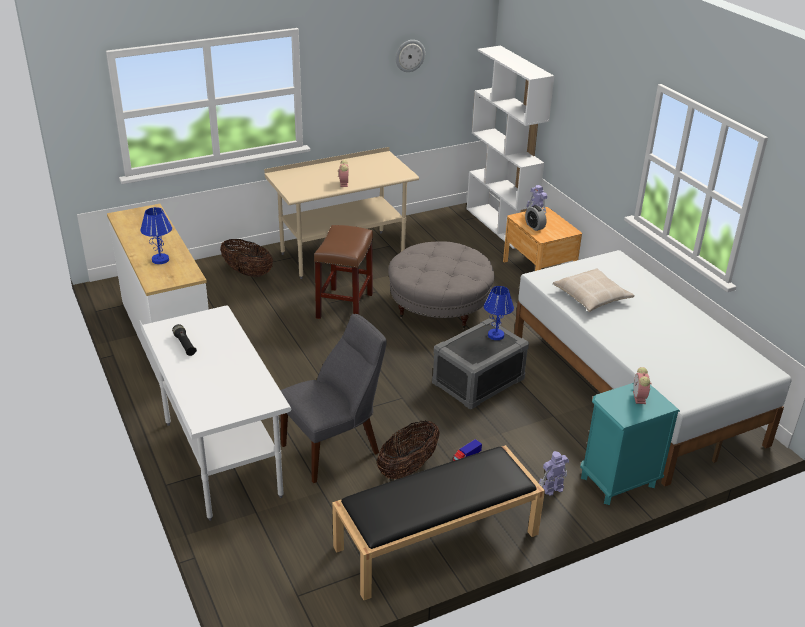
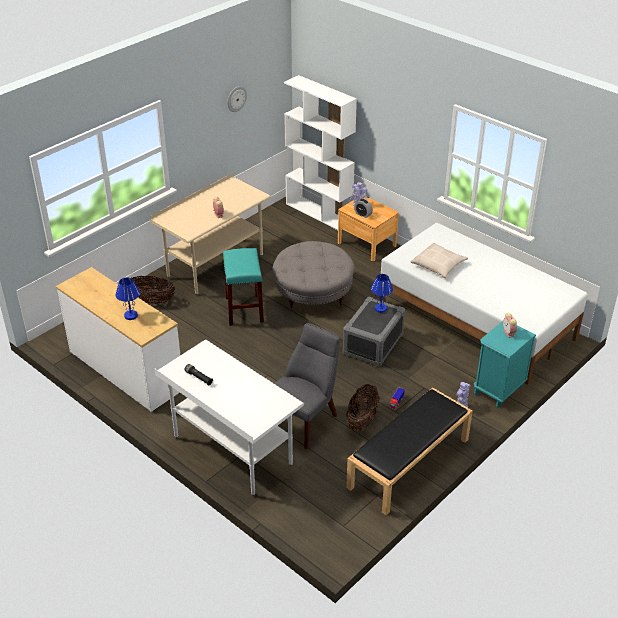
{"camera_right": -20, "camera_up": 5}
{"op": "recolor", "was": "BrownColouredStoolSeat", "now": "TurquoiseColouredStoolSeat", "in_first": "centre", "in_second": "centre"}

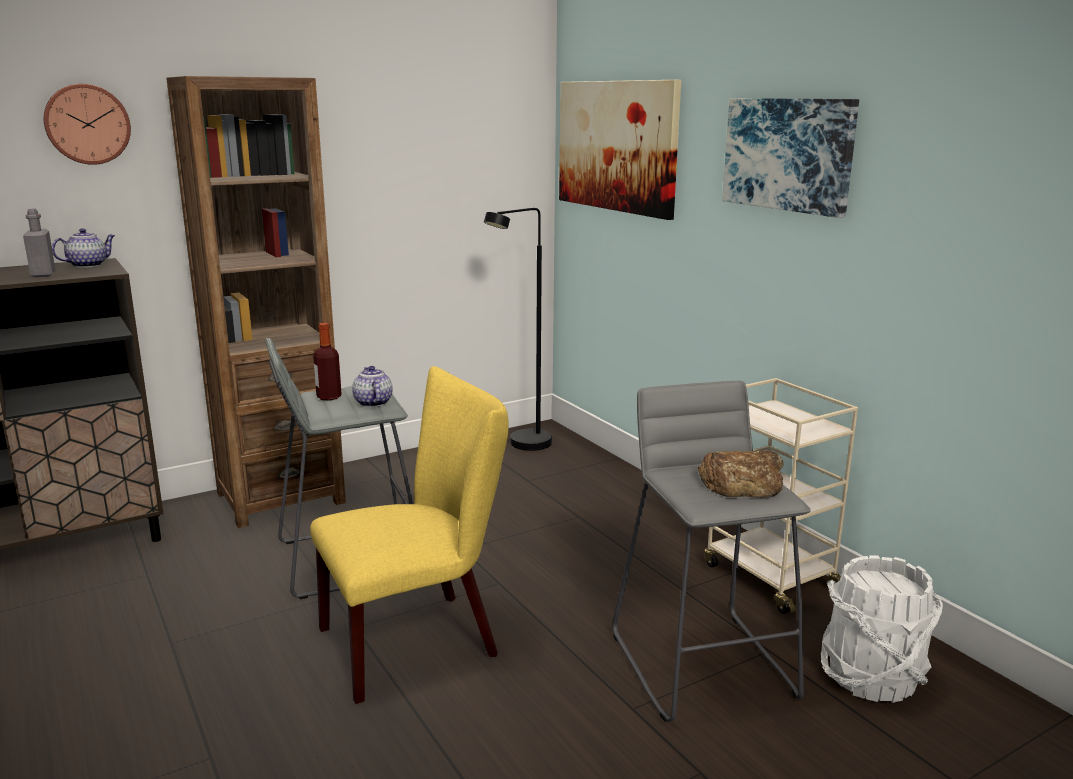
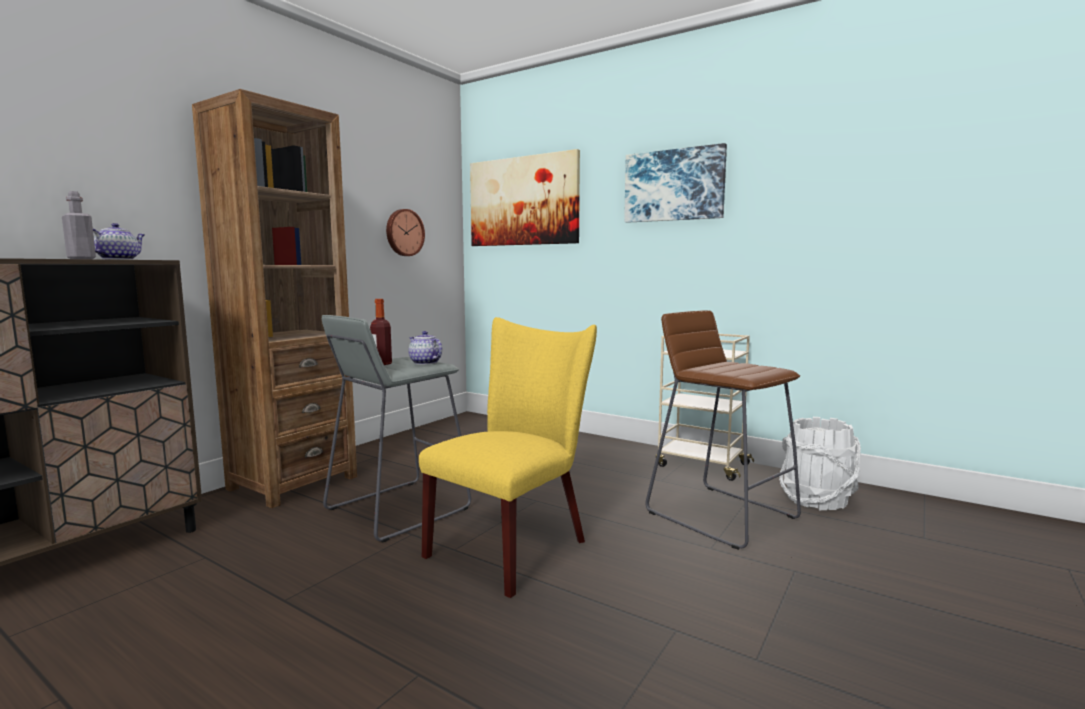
{"camera_right": -25, "camera_up": -10}
{"op": "move", "was": "HangingClock", "in_first": "top left", "in_second": "top centre"}
{"op": "delete", "was": "BlackishStandingLamp", "in_first": "centre"}
{"op": "recolor", "was": "GrayStoolSeat (2nd from left)", "now": "BrownColouredStoolSeat", "in_first": "bottom centre", "in_second": "centre"}
{"op": "delete", "was": "Bread", "in_first": "middle right"}

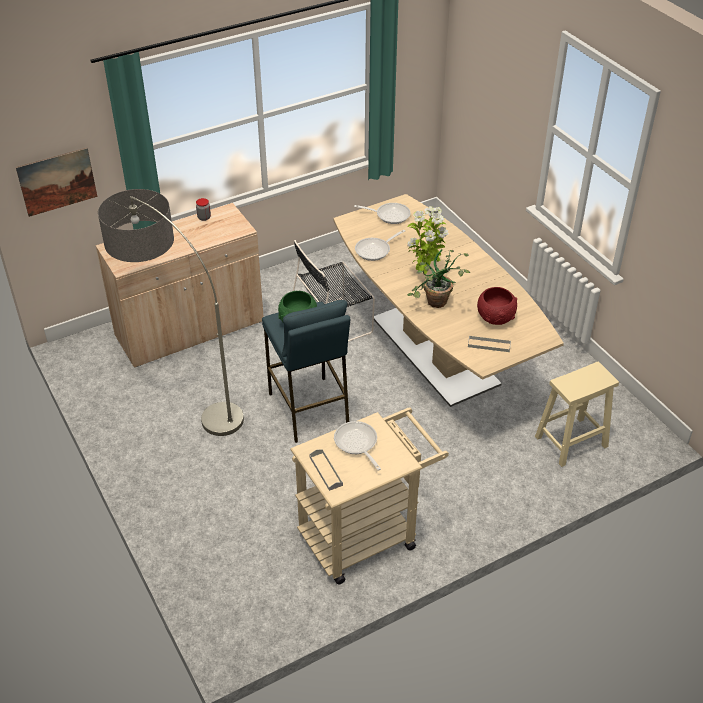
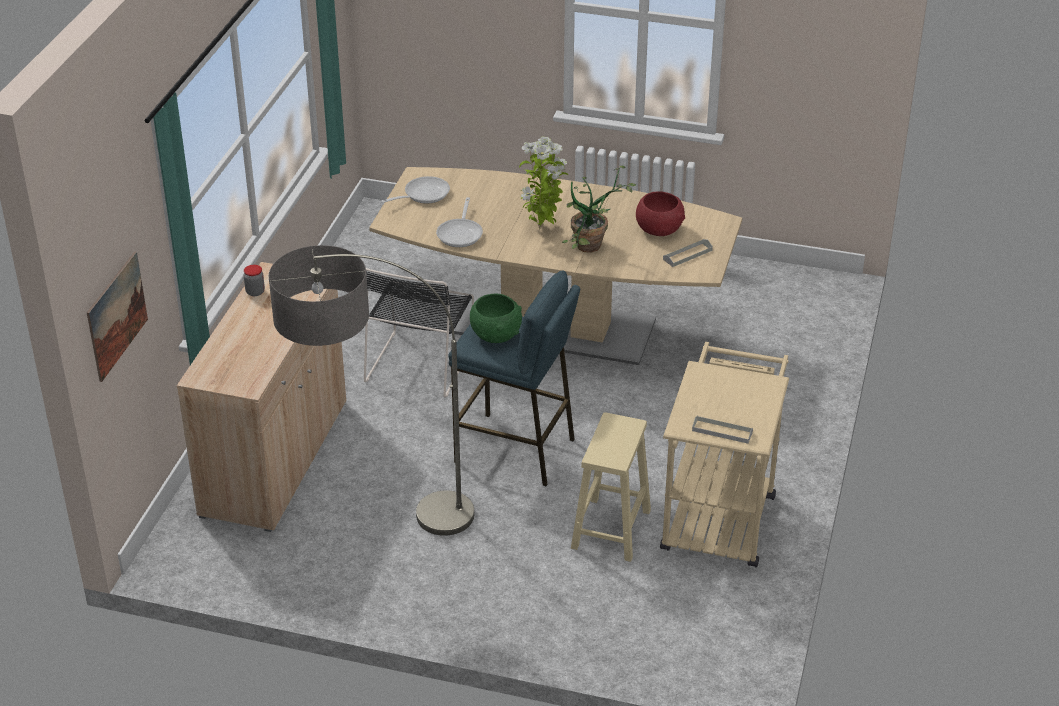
{"camera_right": -45, "camera_up": -5}
{"op": "delete", "was": "Pan (1st from left)", "in_first": "centre"}
{"op": "move", "was": "BeigeStoolSeat", "in_first": "middle right", "in_second": "bottom centre"}

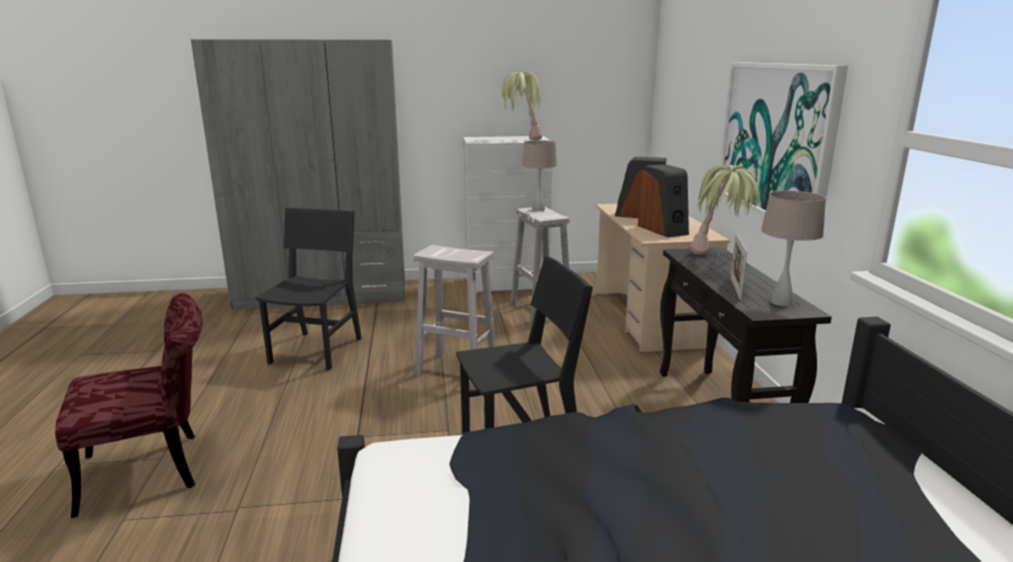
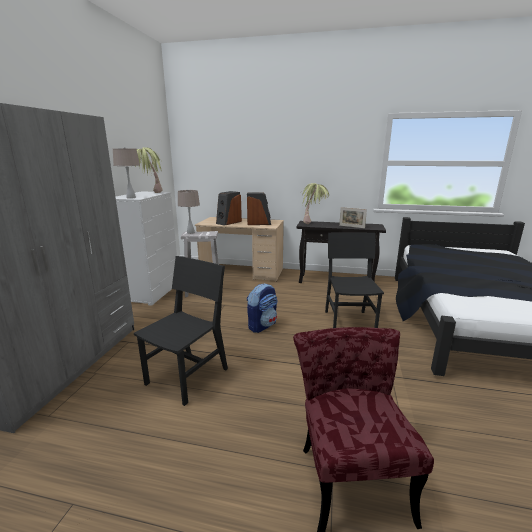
{"camera_right": -70, "camera_up": 0}
{"op": "rotate", "was": "BlackishChair (1st from left)", "in_first": "middle left", "in_second": "centre", "clockwise": 90}
{"op": "replace", "was": "WhiteStoolSeat (1st from left)", "now": "Knapsack", "in_first": "centre", "in_second": "centre"}
{"op": "delete", "was": "Picture", "in_first": "top right"}
{"op": "move", "was": "BeigeTableLamp (2nd from left in the first image)", "now": "BeigeTableLamp (1st from left)", "in_first": "middle right", "in_second": "top left"}

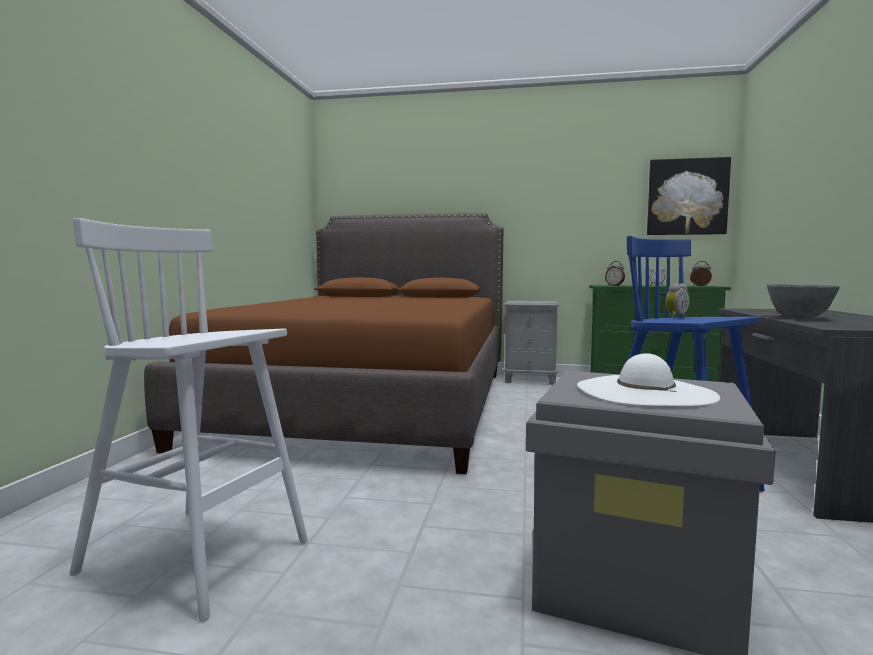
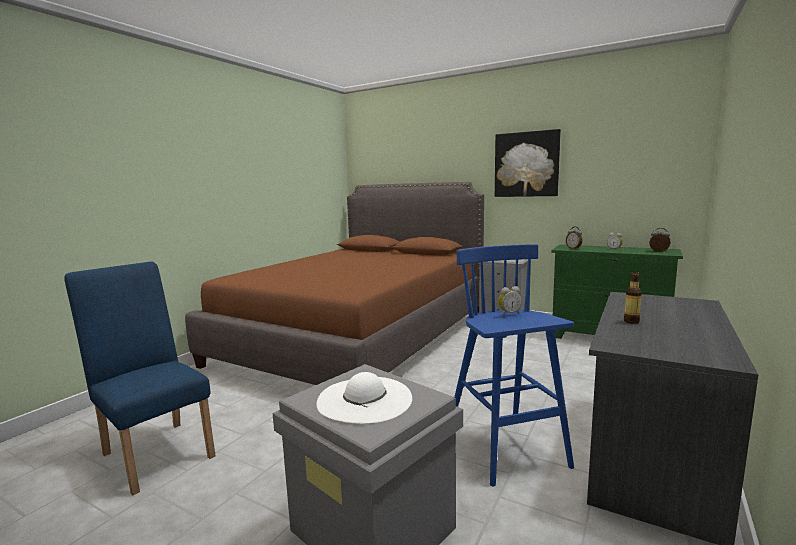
{"camera_right": 20, "camera_up": 5}
{"op": "replace", "was": "WhiteStoolSeat", "now": "BlueChair", "in_first": "middle left", "in_second": "bottom left"}
{"op": "move", "was": "Picture", "in_first": "top right", "in_second": "top centre"}
{"op": "replace", "was": "GrayDeepDish", "now": "Bottle", "in_first": "middle right", "in_second": "middle right"}

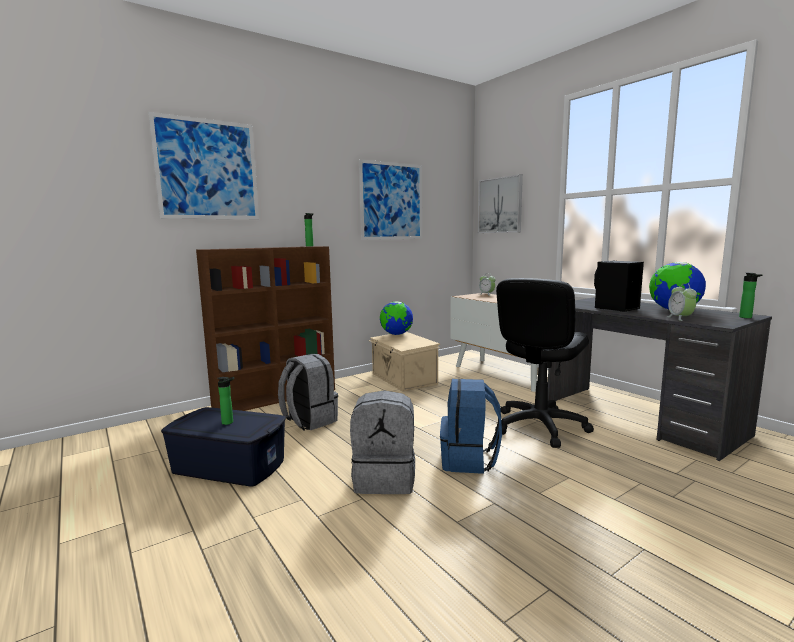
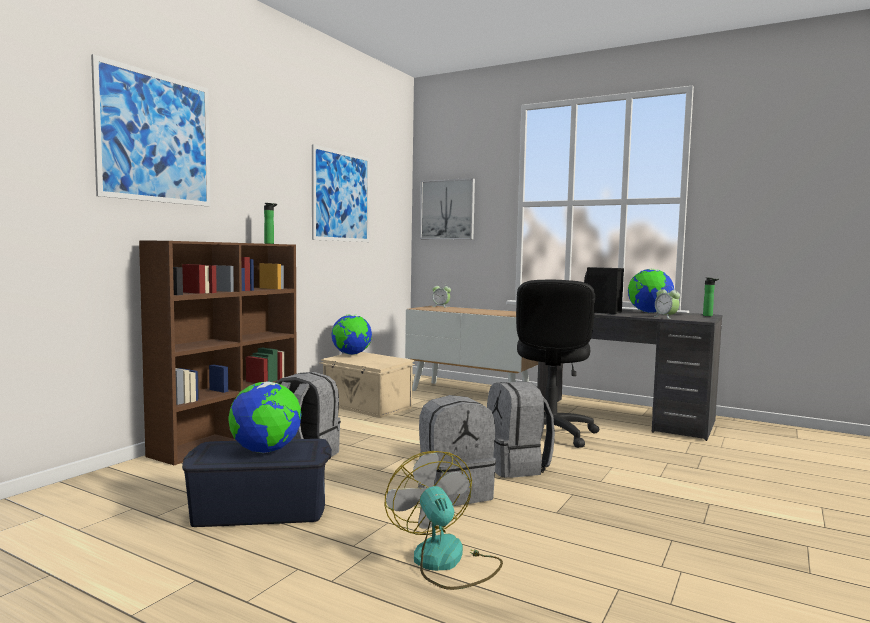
{"camera_right": -25, "camera_up": -5}
{"op": "replace", "was": "Bottle (1st from left)", "now": "Globe (1st from left)", "in_first": "middle left", "in_second": "bottom left"}
{"op": "recolor", "was": "BlueKnapsack", "now": "GrayKnapsack (3rd from left)", "in_first": "centre", "in_second": "bottom centre"}
{"op": "insert", "now": "Fan", "in_second": "bottom centre"}

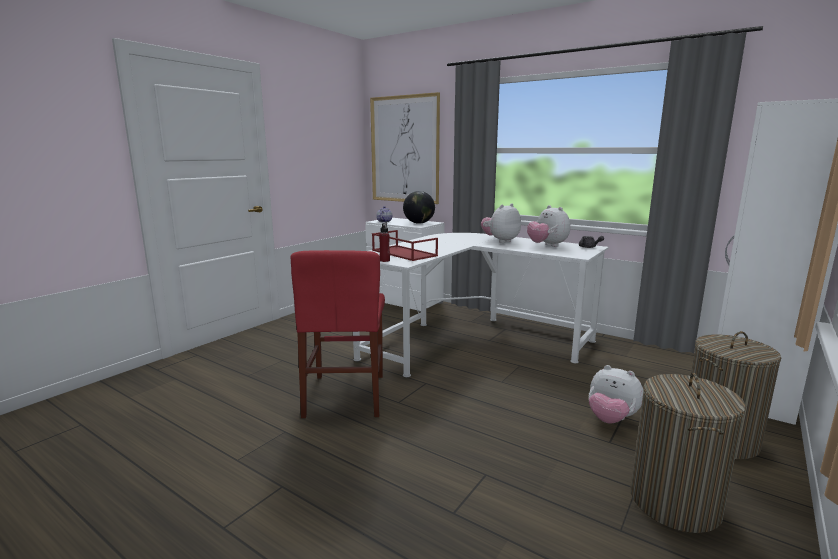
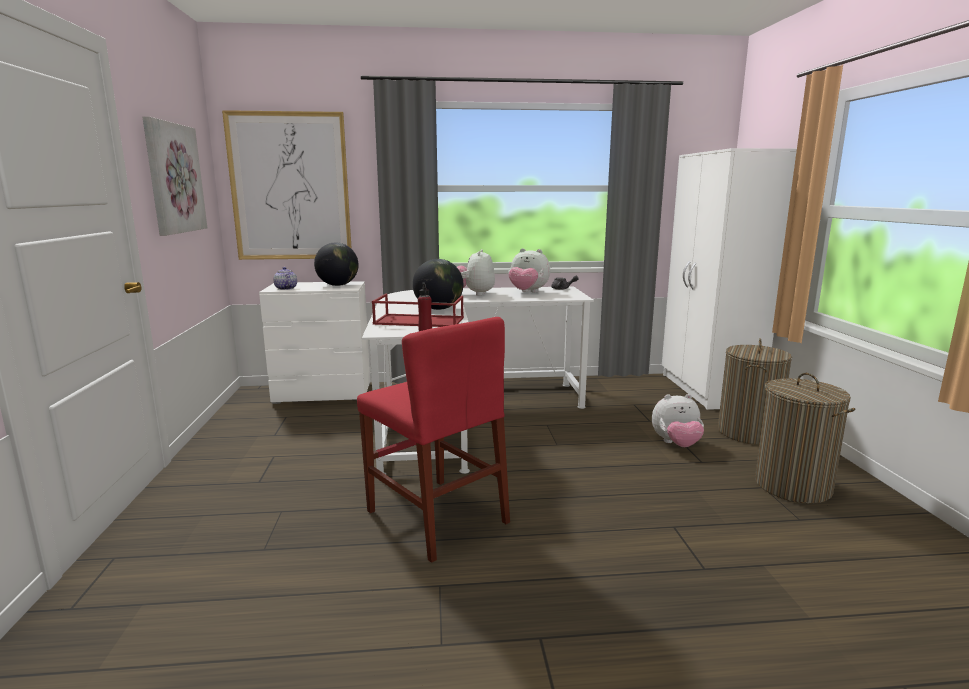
{"camera_right": -40, "camera_up": 0}
{"op": "insert", "now": "Picture (1st from left)", "in_second": "top left"}
{"op": "insert", "now": "Globe (2nd from left)", "in_second": "centre"}

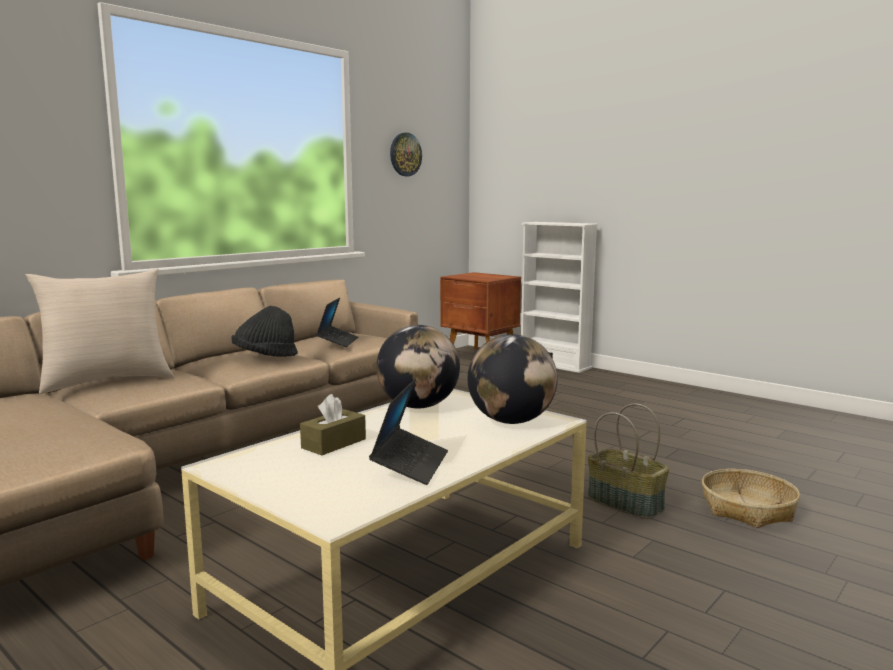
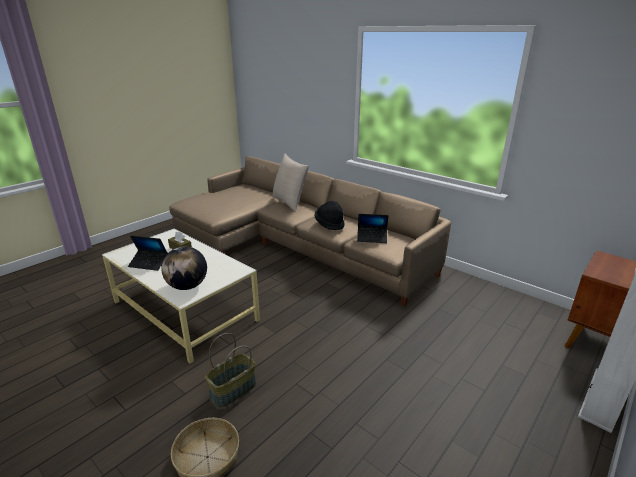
{"camera_right": 90, "camera_up": 15}
{"op": "delete", "was": "Globe (1st from left)", "in_first": "centre"}
{"op": "delete", "was": "HangingClock", "in_first": "top centre"}

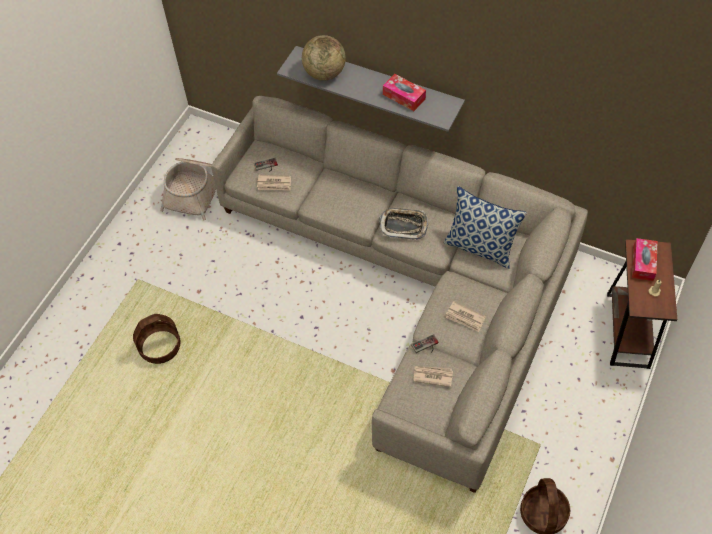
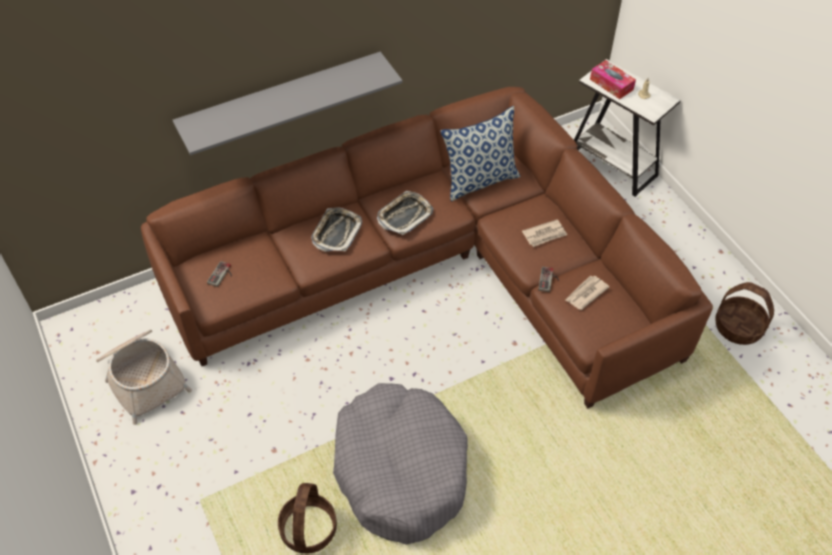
{"camera_right": -55, "camera_up": -5}
{"op": "recolor", "was": "GrayCouch", "now": "BrownColouredCouch", "in_first": "centre", "in_second": "centre"}
{"op": "delete", "was": "PrintedPaper (1st from left)", "in_first": "centre"}
{"op": "delete", "was": "Globe", "in_first": "top centre"}
{"op": "delete", "was": "TissueHolder (1st from left)", "in_first": "top centre"}
{"op": "recolor", "was": "BrownColouredAccentTable", "now": "WhiteAccentTable", "in_first": "middle right", "in_second": "top right"}
{"op": "insert", "now": "ServingTray (1st from left)", "in_second": "centre"}
{"op": "insert", "now": "GrayDogCushion", "in_second": "bottom centre"}

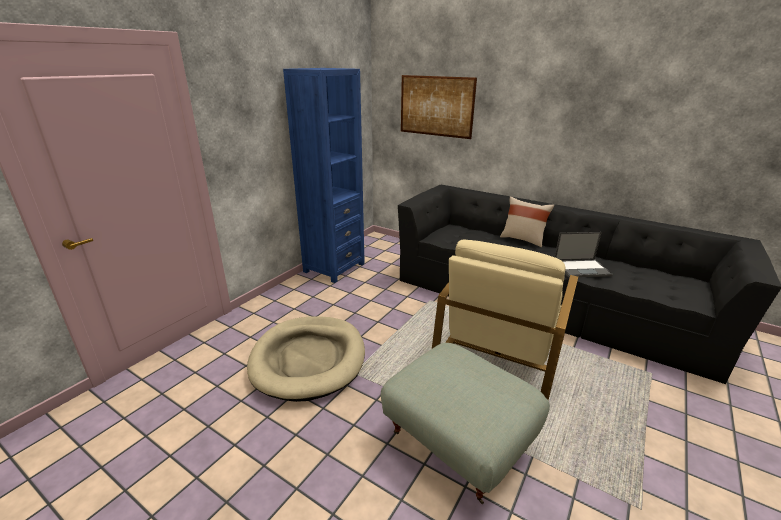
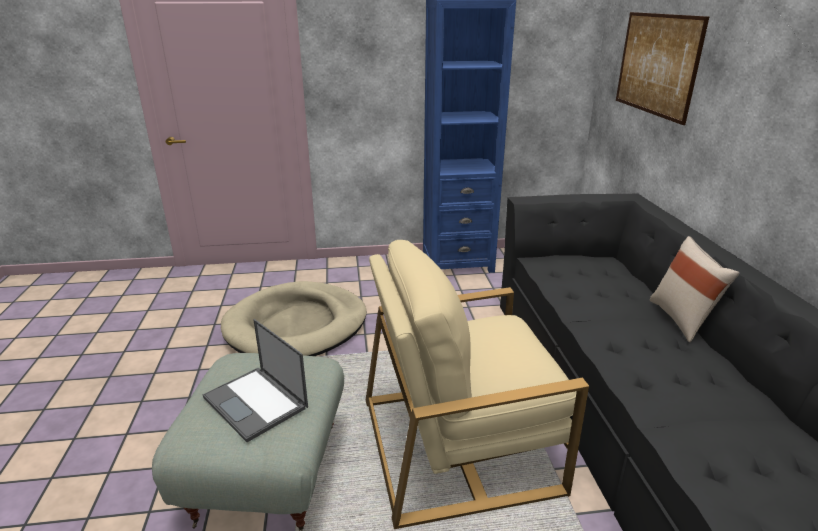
{"camera_right": 50, "camera_up": 0}
{"op": "move", "was": "Laptop", "in_first": "middle right", "in_second": "bottom left"}

